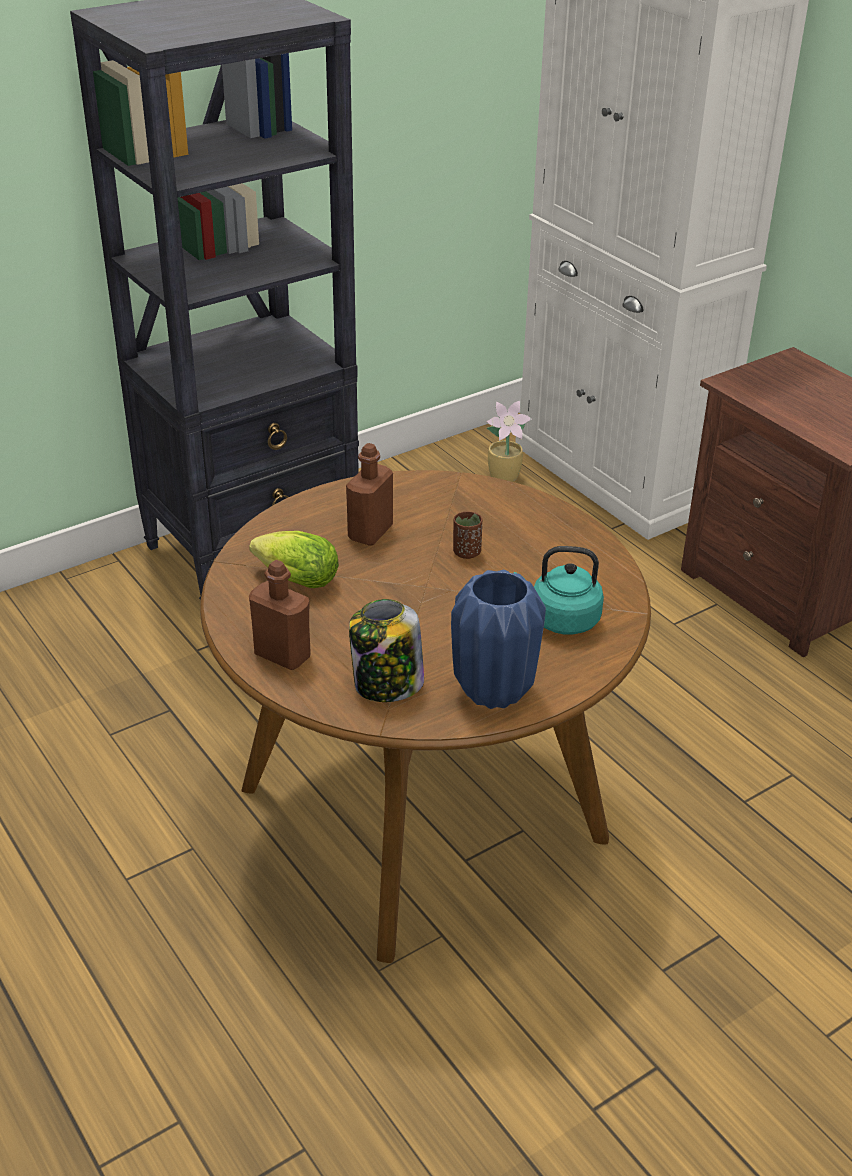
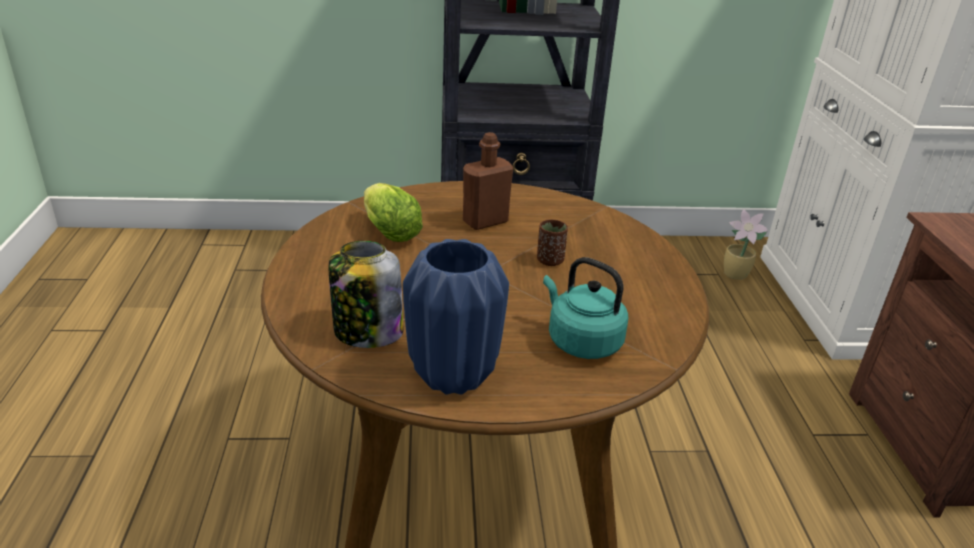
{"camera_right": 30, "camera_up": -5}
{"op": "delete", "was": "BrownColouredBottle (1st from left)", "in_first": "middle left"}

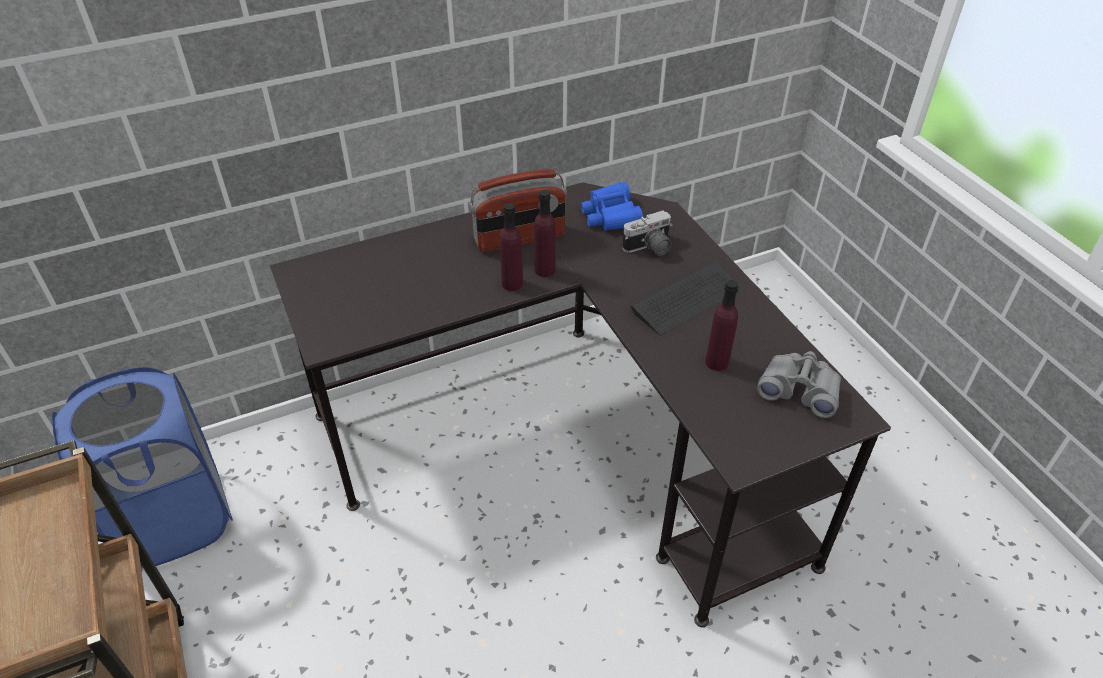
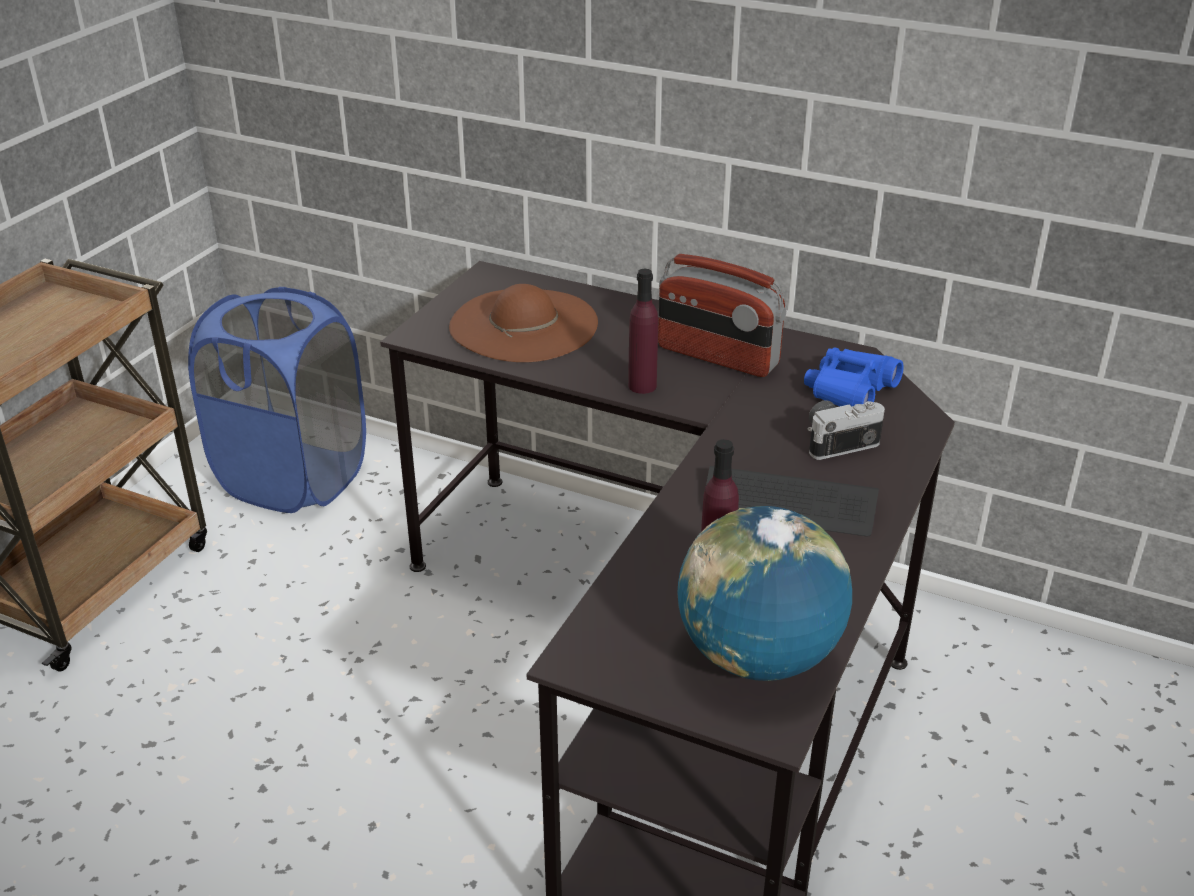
{"camera_right": 50, "camera_up": -10}
{"op": "delete", "was": "PurplishBottle (2nd from left)", "in_first": "centre"}
{"op": "rotate", "was": "StillCamera", "in_first": "centre", "in_second": "middle right", "clockwise": 135}
{"op": "replace", "was": "GrayBinoculars", "now": "Globe", "in_first": "middle right", "in_second": "centre"}
{"op": "insert", "now": "BrownColouredClothingHat", "in_second": "centre"}

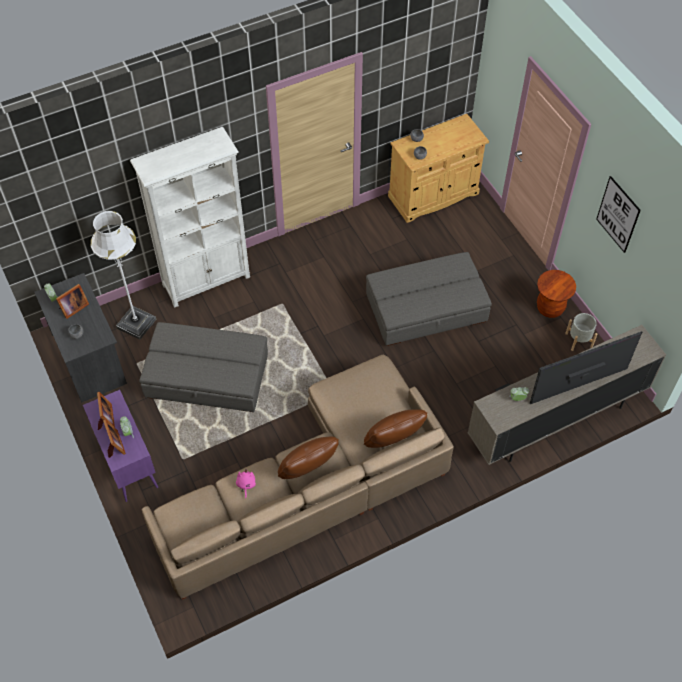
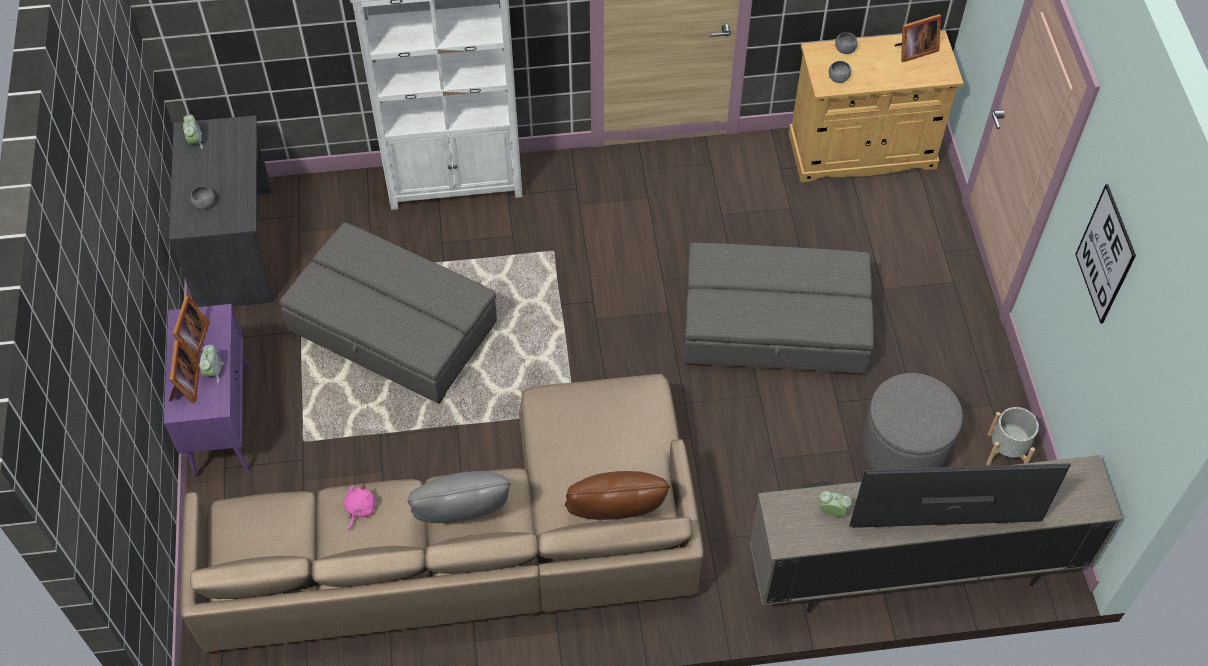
{"camera_right": 20, "camera_up": 0}
{"op": "move", "was": "PictureFrame (1st from left in the first image)", "now": "PictureFrame (3rd from left)", "in_first": "middle left", "in_second": "top right"}
{"op": "delete", "was": "WhiteStandingLamp", "in_first": "middle left"}
{"op": "recolor", "was": "BrownColouredPillow (1st from left)", "now": "GrayPillow", "in_first": "bottom centre", "in_second": "bottom centre"}
{"op": "delete", "was": "BrownColouredStoolSeat", "in_first": "middle right"}
{"op": "insert", "now": "GrayOttoman (3rd from left)", "in_second": "middle right"}

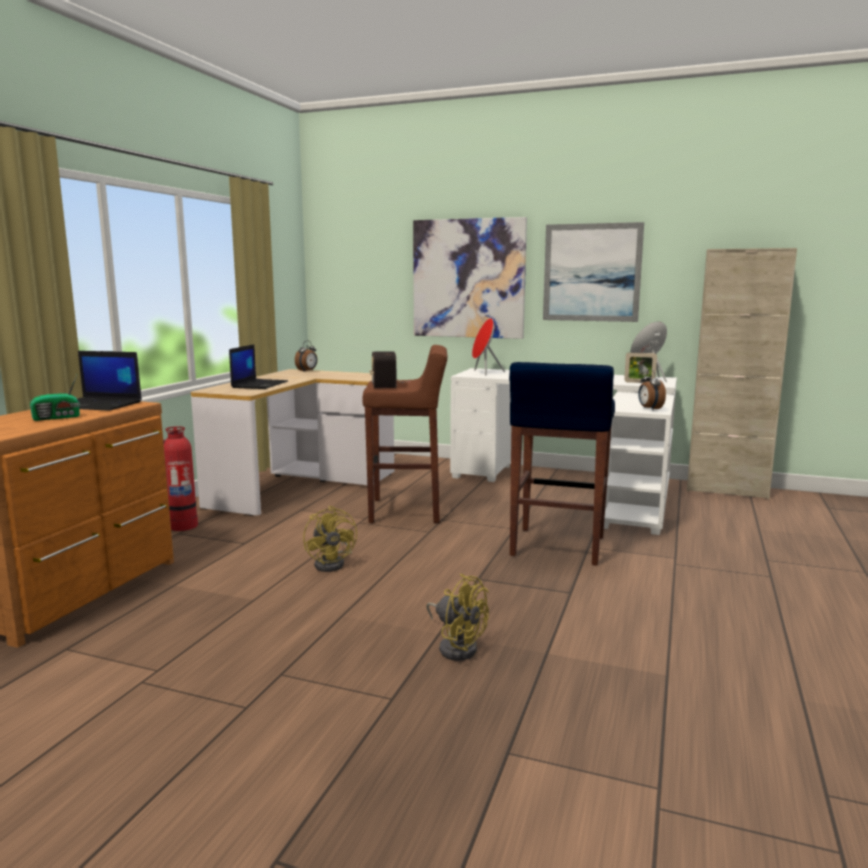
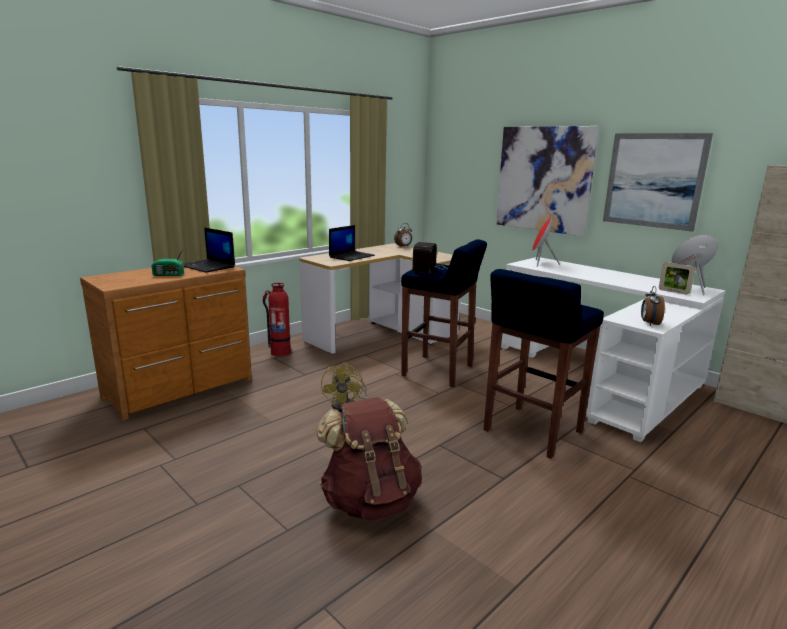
{"camera_right": 25, "camera_up": 5}
{"op": "recolor", "was": "BrownColouredStoolSeat", "now": "BlueStoolSeat (1st from left)", "in_first": "centre", "in_second": "centre"}
{"op": "replace", "was": "YellowColouredFan (2nd from left)", "now": "BrownColouredKnapsack", "in_first": "bottom centre", "in_second": "bottom centre"}

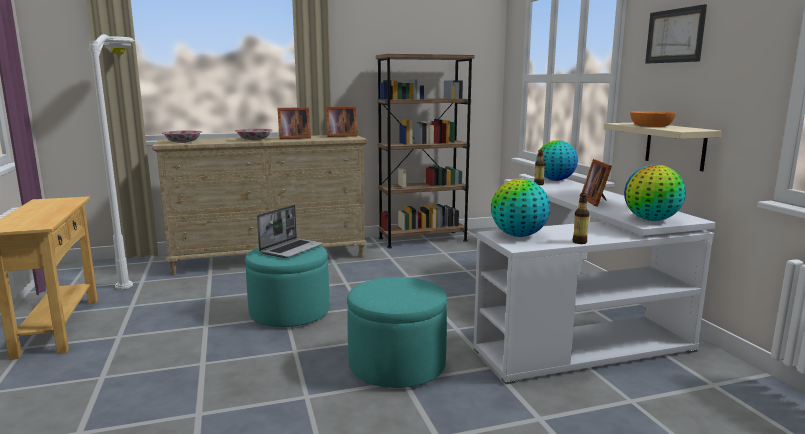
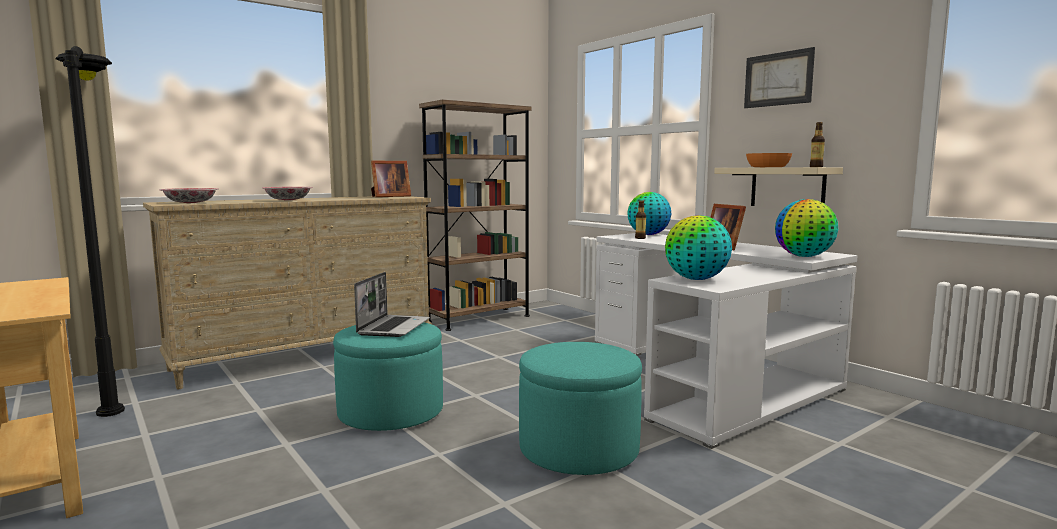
{"camera_right": -20, "camera_up": -5}
{"op": "recolor", "was": "WhiteStandingLamp", "now": "BlackishStandingLamp", "in_first": "middle left", "in_second": "middle left"}
{"op": "delete", "was": "PictureFrame (1st from left)", "in_first": "top centre"}
{"op": "move", "was": "Bottle (2nd from left)", "in_first": "middle right", "in_second": "top right"}

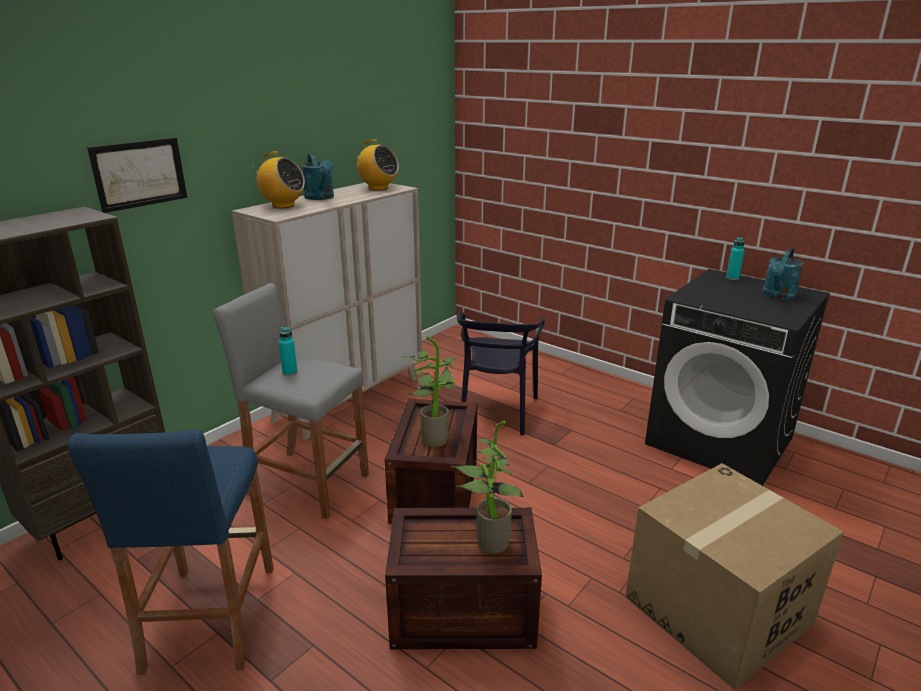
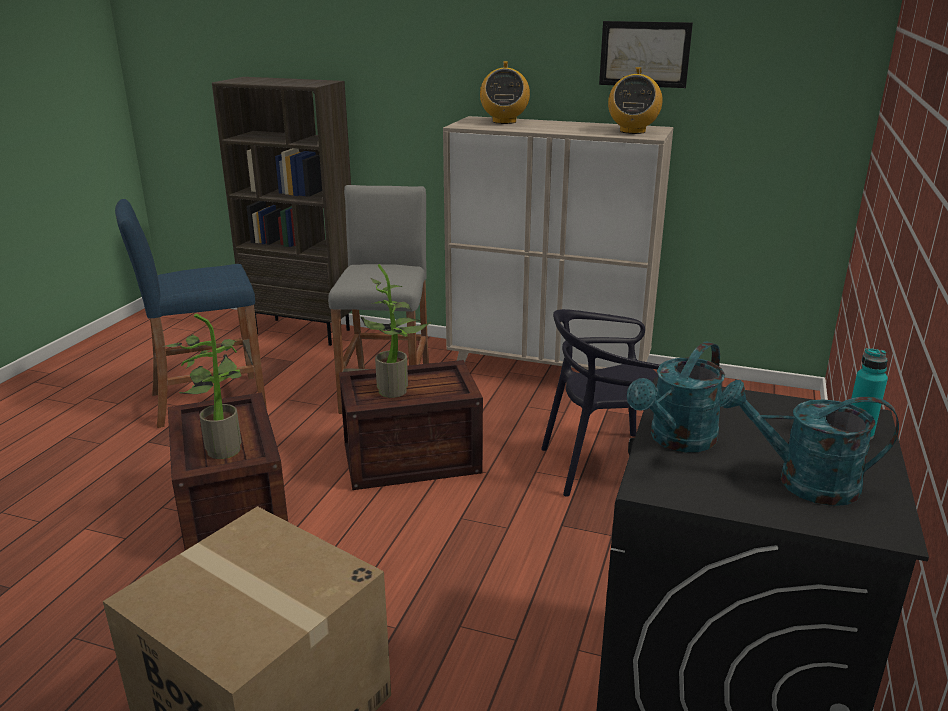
{"camera_right": 70, "camera_up": 0}
{"op": "move", "was": "Picture", "in_first": "top left", "in_second": "top right"}
{"op": "delete", "was": "TurquoiseColouredBottle (1st from left)", "in_first": "middle left"}
{"op": "move", "was": "TurquoiseColouredWateringPot (1st from left)", "in_first": "top centre", "in_second": "middle right"}

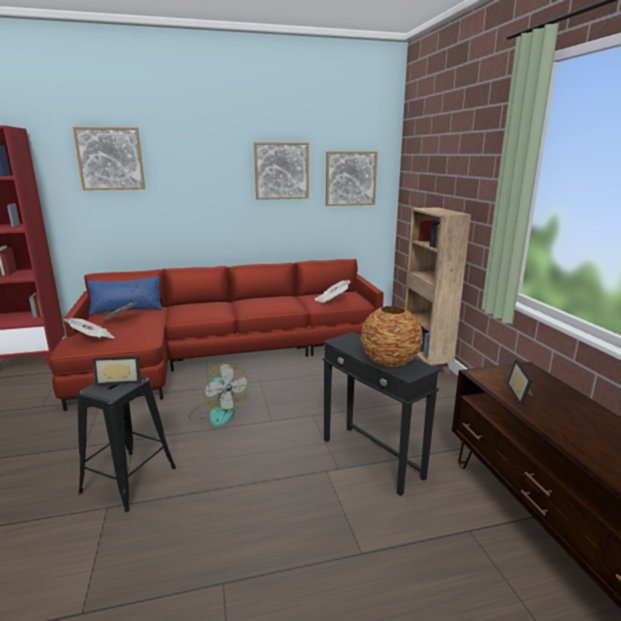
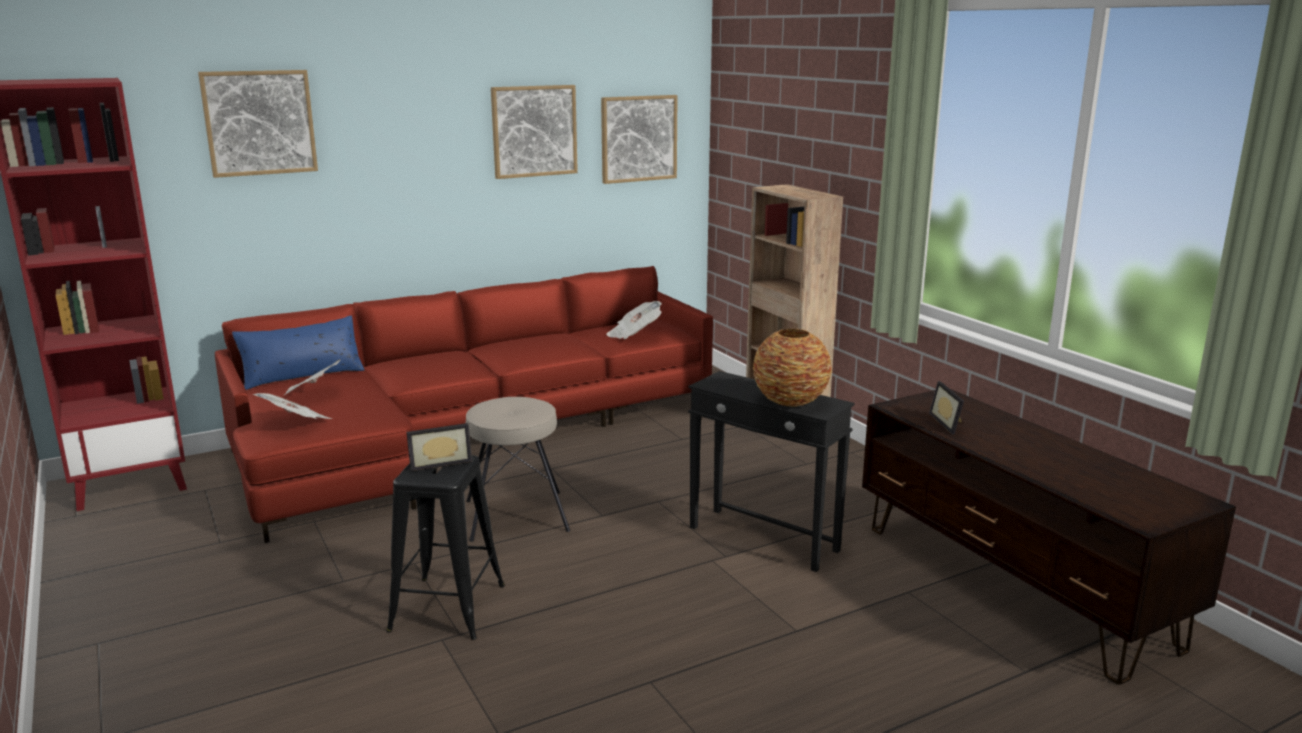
{"camera_right": -15, "camera_up": 0}
{"op": "replace", "was": "Fan", "now": "BeigeStoolSeat", "in_first": "centre", "in_second": "centre"}

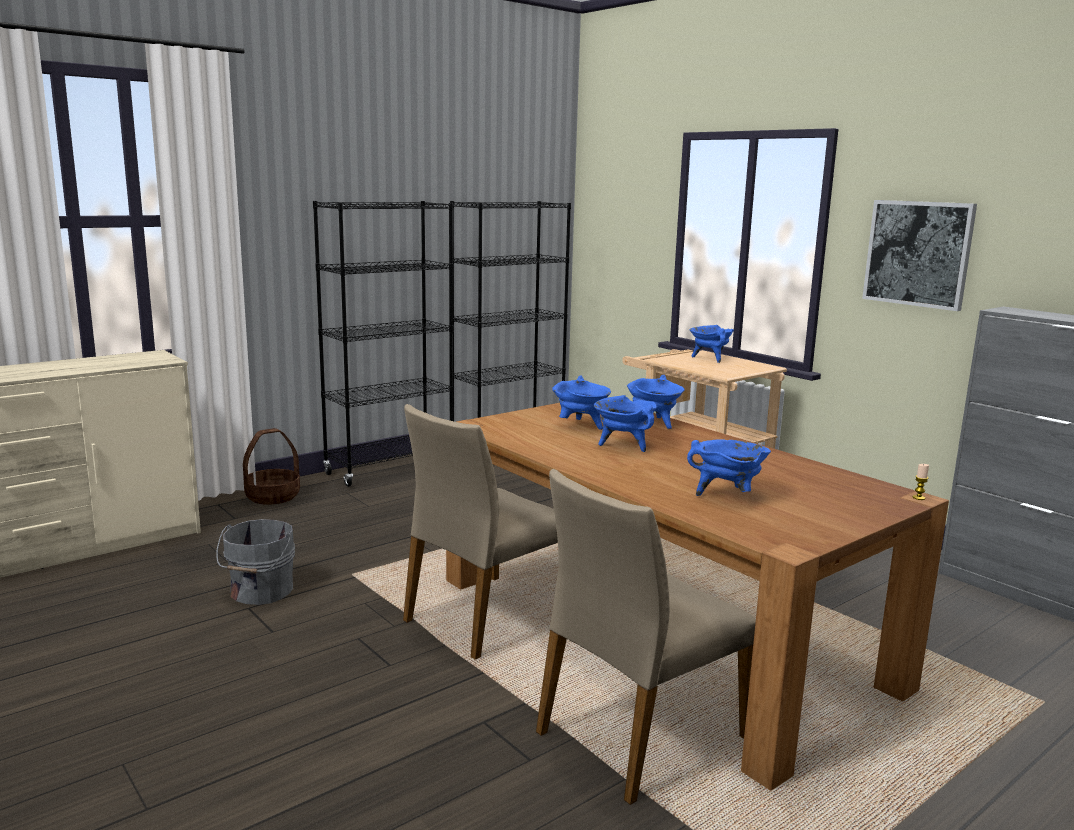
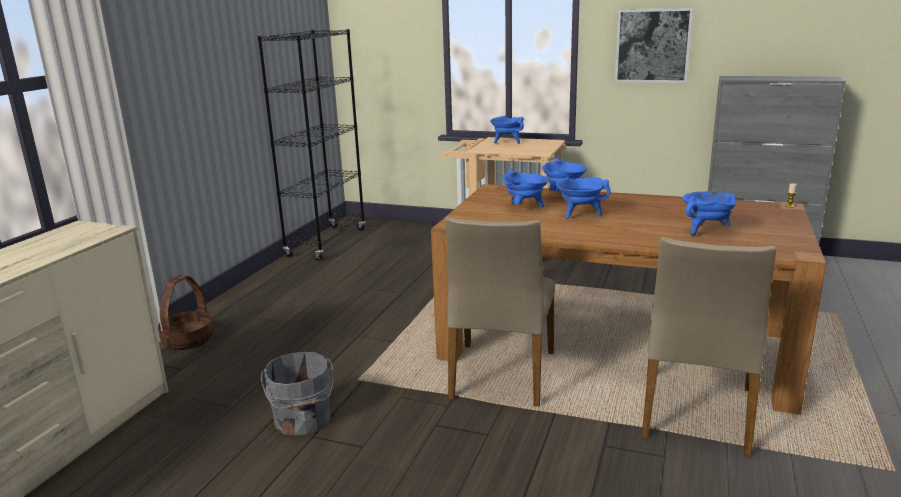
{"camera_right": -30, "camera_up": 5}
{"op": "delete", "was": "BlackishShelvingUnit (1st from left)", "in_first": "centre"}

